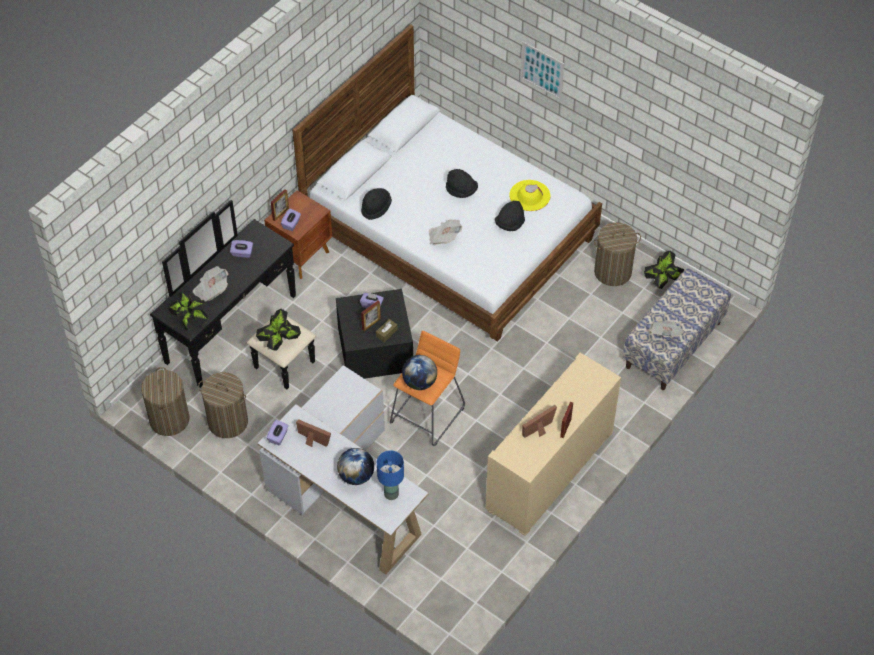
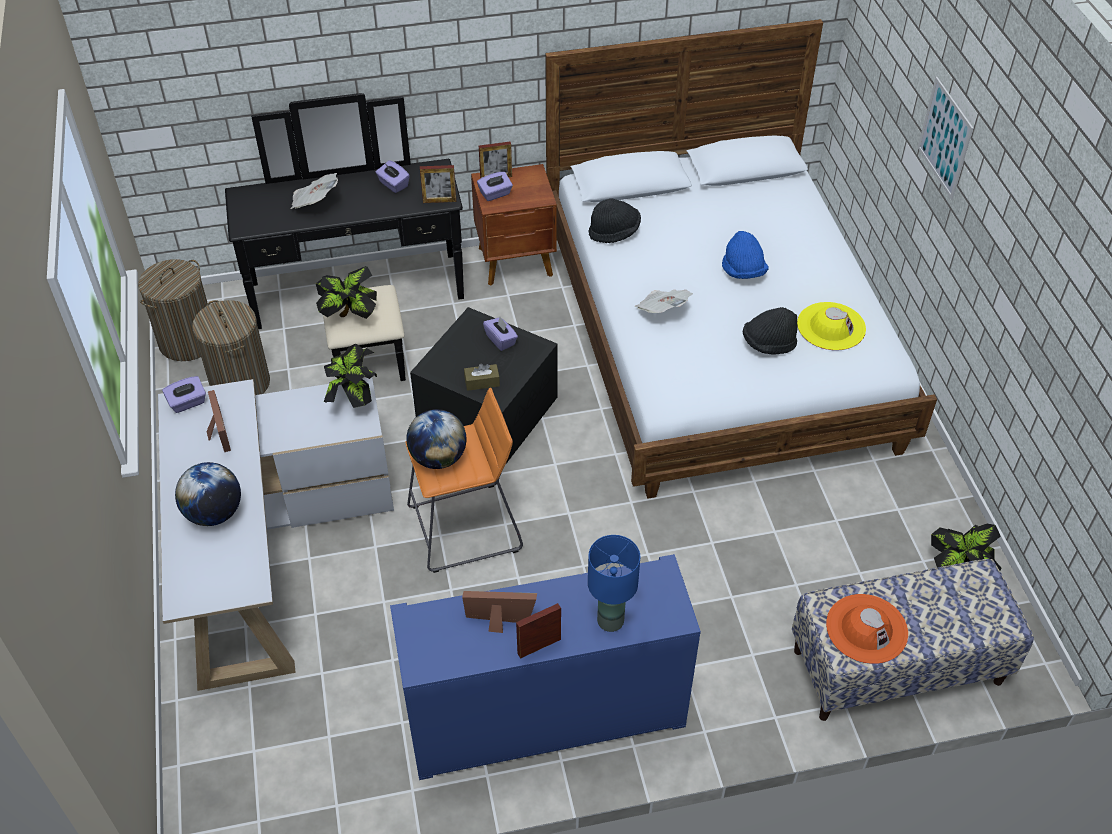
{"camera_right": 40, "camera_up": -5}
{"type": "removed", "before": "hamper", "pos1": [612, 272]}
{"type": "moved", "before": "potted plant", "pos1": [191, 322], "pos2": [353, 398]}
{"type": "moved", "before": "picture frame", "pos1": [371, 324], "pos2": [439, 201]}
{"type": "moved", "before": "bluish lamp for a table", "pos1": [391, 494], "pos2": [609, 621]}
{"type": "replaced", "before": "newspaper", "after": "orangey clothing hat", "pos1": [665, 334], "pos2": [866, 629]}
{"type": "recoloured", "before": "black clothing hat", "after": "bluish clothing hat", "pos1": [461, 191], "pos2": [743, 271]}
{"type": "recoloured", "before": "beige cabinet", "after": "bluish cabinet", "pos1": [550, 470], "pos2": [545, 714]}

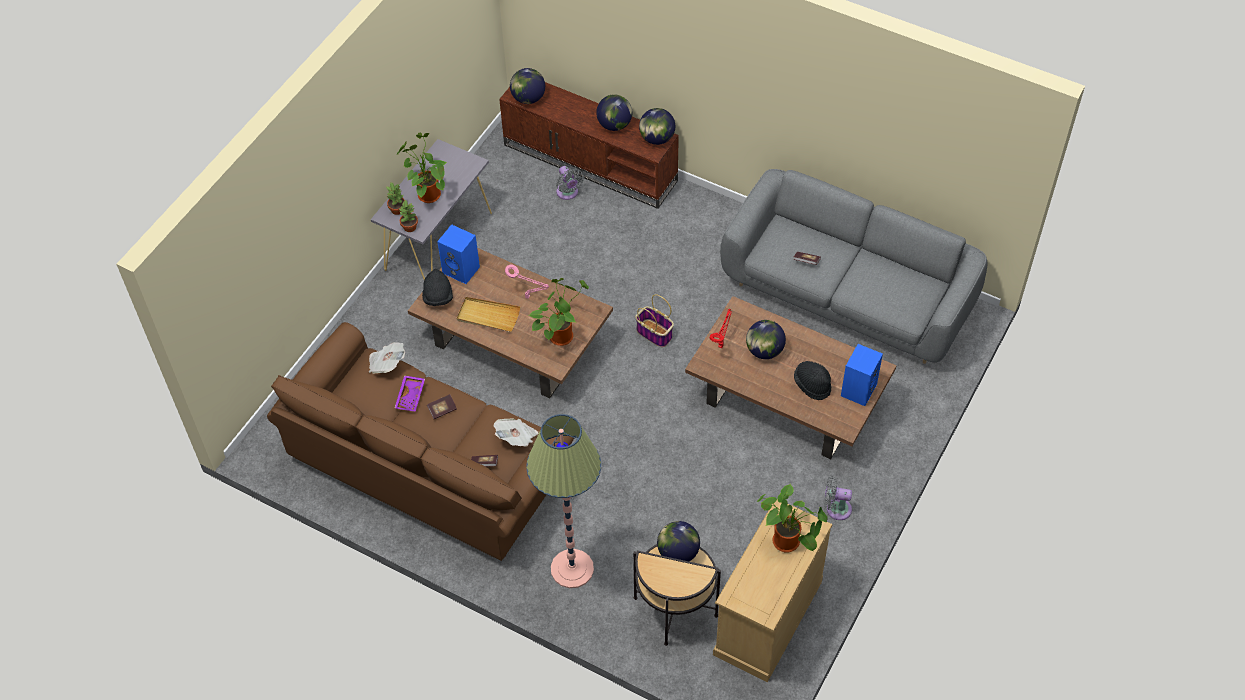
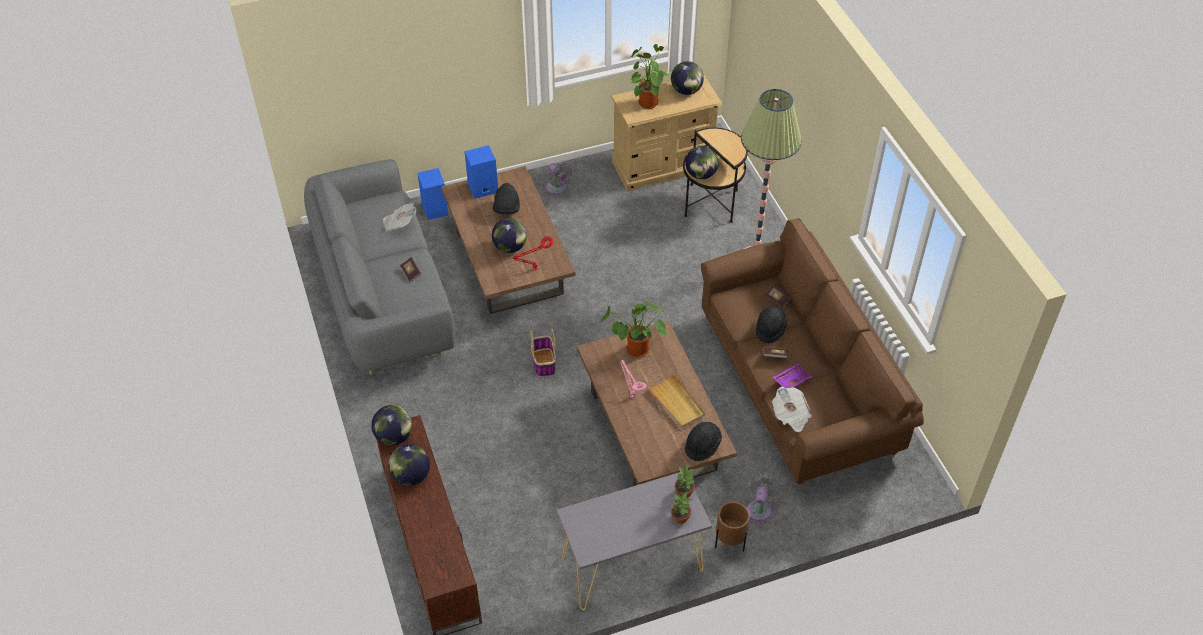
{"camera_right": -140, "camera_up": -5}
{"type": "removed", "before": "potted plant", "pos1": [427, 194]}
{"type": "added", "after": "brown-coloured plant pot", "pos2": [729, 542]}
{"type": "added", "after": "black clothing hat", "pos2": [770, 329]}
{"type": "moved", "before": "bluish speaker", "pos1": [462, 270], "pos2": [434, 209]}
{"type": "moved", "before": "newspaper", "pos1": [517, 438], "pos2": [399, 224]}
{"type": "moved", "before": "world globe", "pos1": [528, 98], "pos2": [686, 91]}
{"type": "moved", "before": "grey electric fan", "pos1": [568, 193], "pos2": [760, 508]}

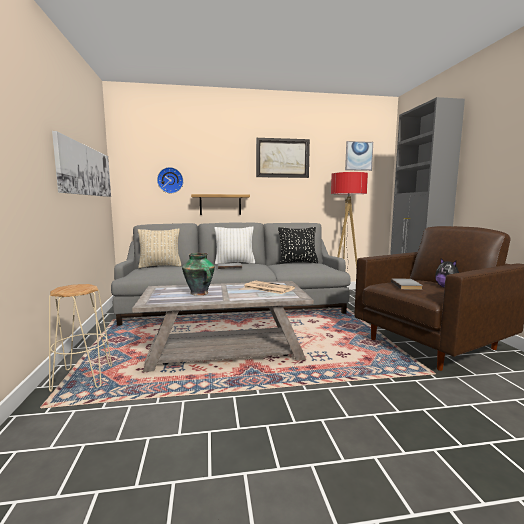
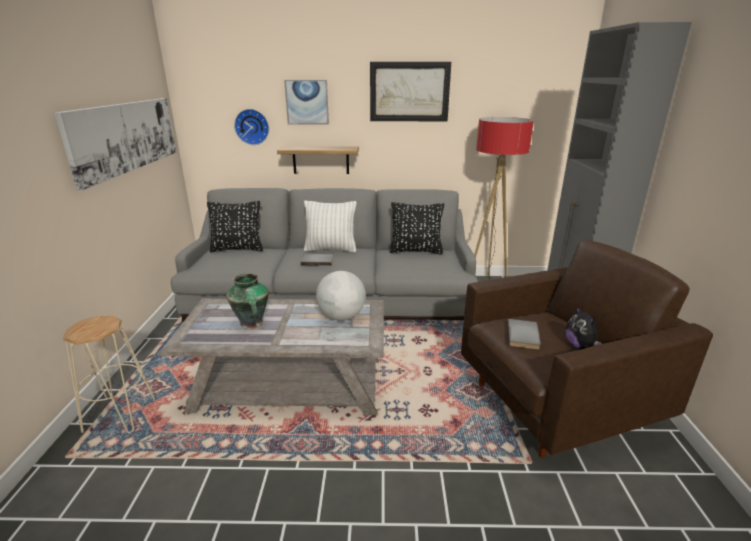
{"camera_right": 10, "camera_up": 15}
{"type": "moved", "before": "wall art", "pos1": [358, 156], "pos2": [307, 102]}
{"type": "replaced", "before": "newspaper", "after": "world globe", "pos1": [267, 288], "pos2": [341, 317]}
{"type": "recoloured", "before": "beige pillow", "after": "black pillow", "pos1": [160, 266], "pos2": [238, 249]}

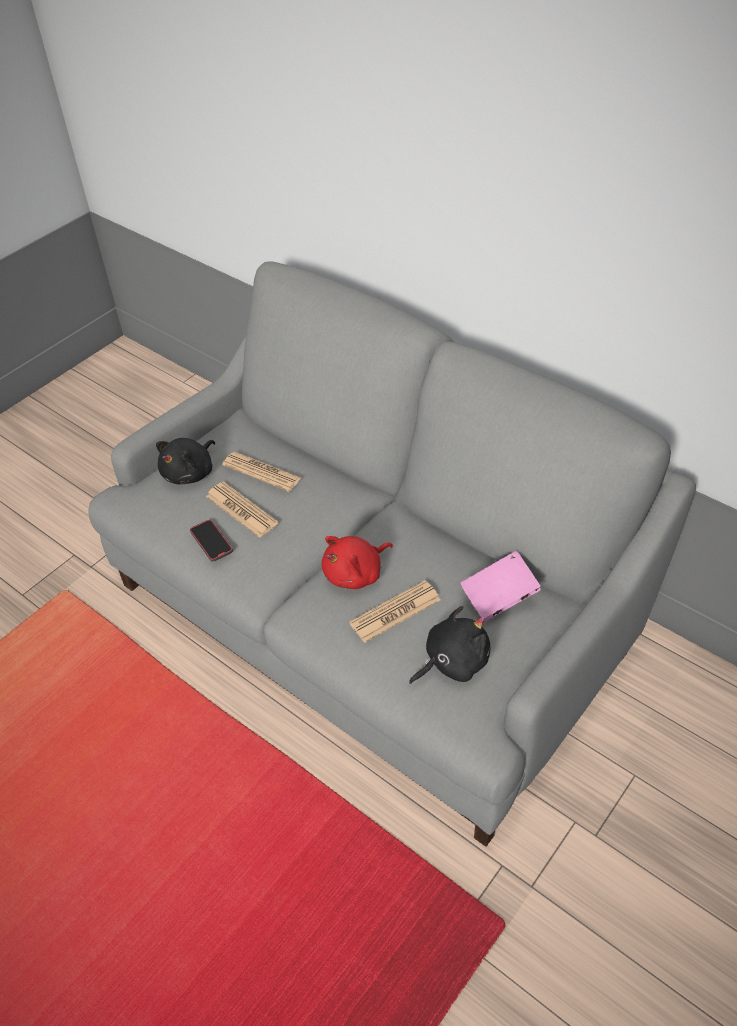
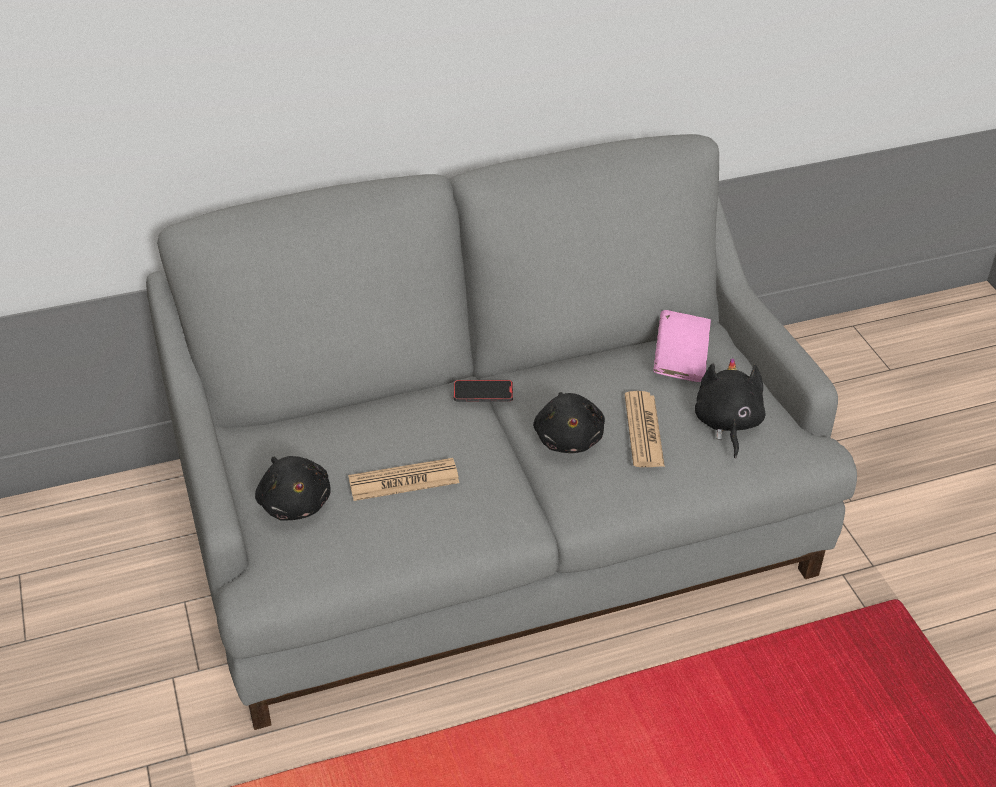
{"camera_right": -60, "camera_up": -5}
{"type": "removed", "before": "newspaper", "pos1": [262, 472]}
{"type": "moved", "before": "phone", "pos1": [211, 542], "pos2": [483, 393]}
{"type": "recoloured", "before": "red cuddly toy", "after": "black cuddly toy", "pos1": [356, 573], "pos2": [568, 438]}

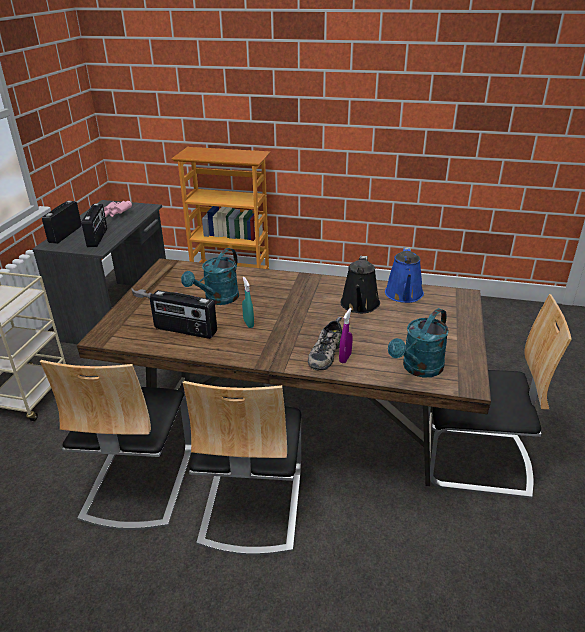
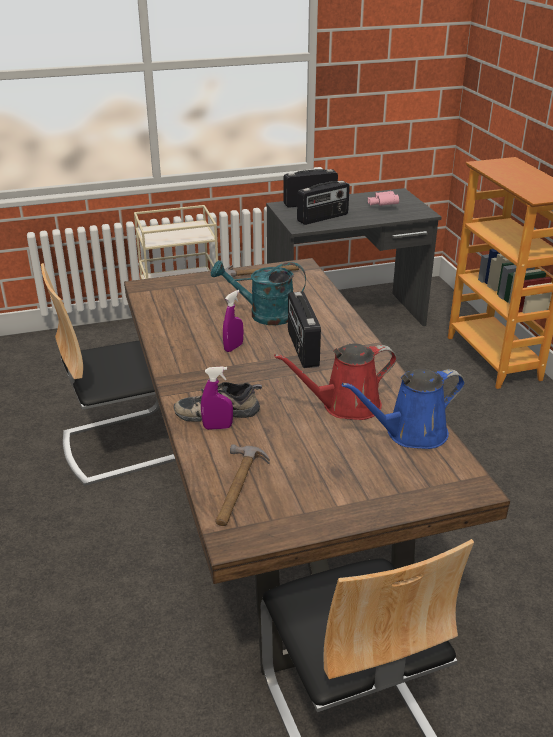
{"camera_right": 60, "camera_up": 0}
{"type": "removed", "before": "plain chair", "pos1": [251, 504]}
{"type": "moved", "before": "radio set", "pos1": [185, 330], "pos2": [302, 348]}
{"type": "replaced", "before": "turquoise-coloured watering pot", "after": "hand hammer", "pos1": [418, 369], "pos2": [238, 487]}
{"type": "recoloured", "before": "turquoise-coloured sprayer", "after": "purplish sprayer", "pos1": [248, 323], "pos2": [233, 347]}
{"type": "recoloured", "before": "black watering pot", "after": "red watering pot", "pos1": [359, 305], "pos2": [345, 406]}

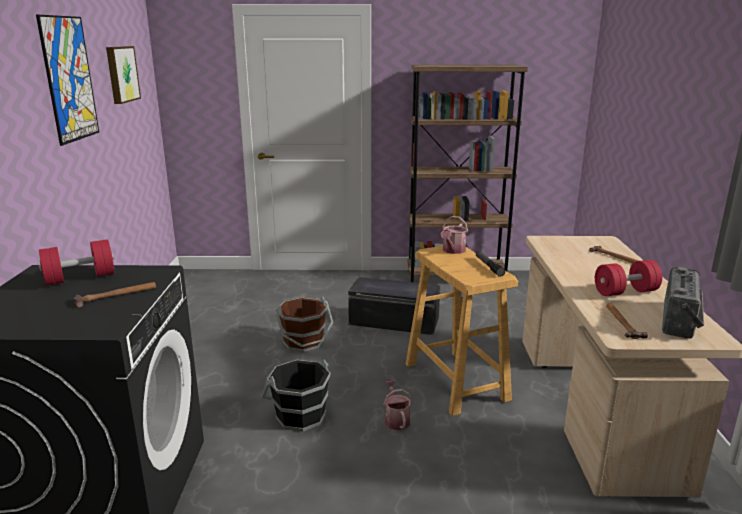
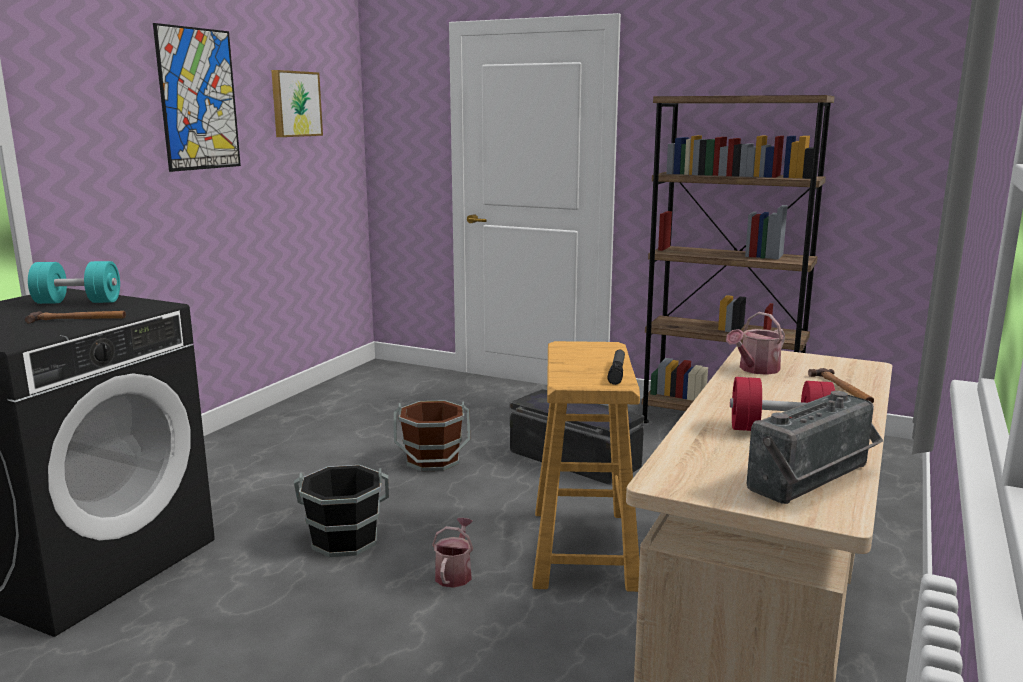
{"camera_right": 25, "camera_up": -5}
{"type": "removed", "before": "hand hammer", "pos1": [622, 322]}
{"type": "moved", "before": "watering pot", "pos1": [452, 251], "pos2": [755, 369]}
{"type": "recoloured", "before": "red dumbbell", "after": "turquoise-coloured dumbbell", "pos1": [80, 278], "pos2": [78, 302]}

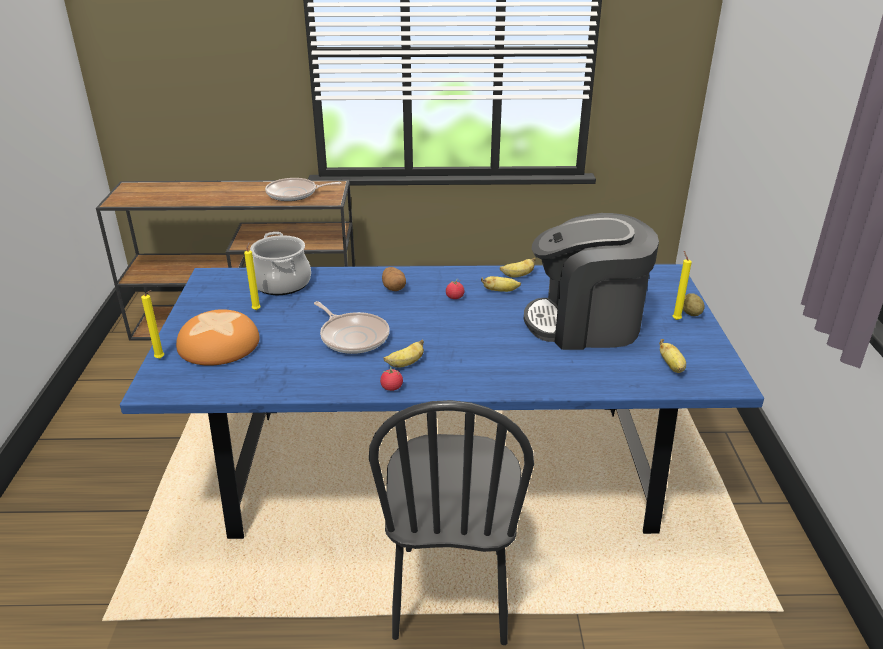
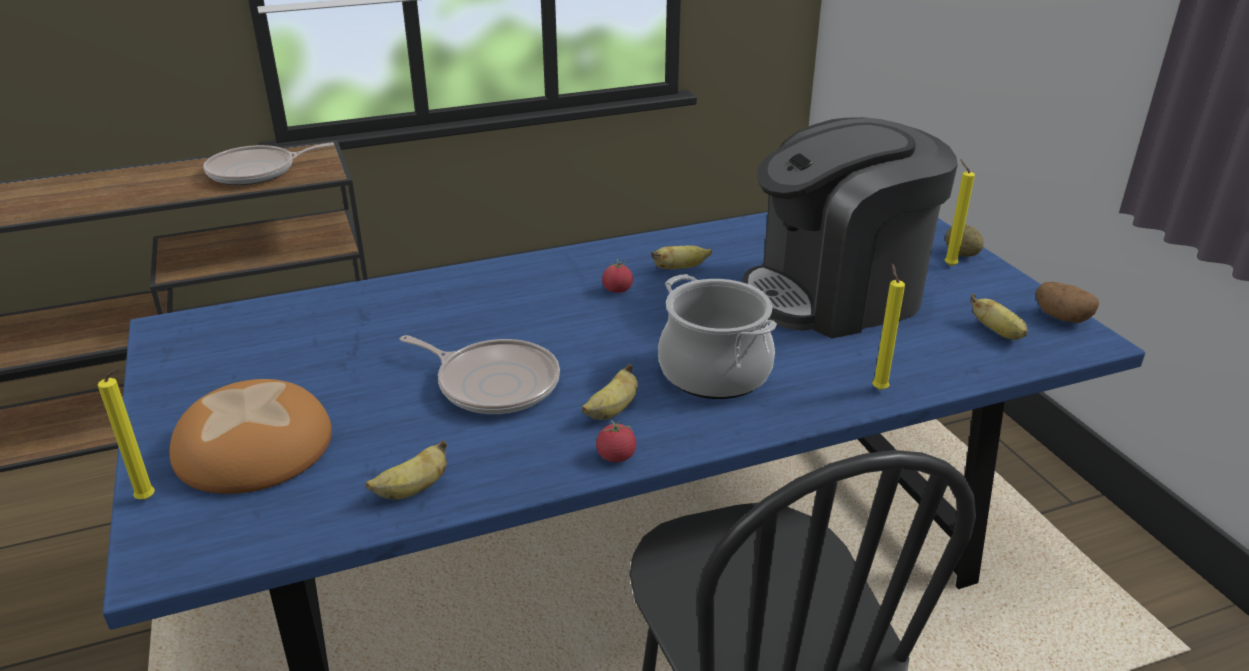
{"camera_right": -20, "camera_up": 0}
{"type": "moved", "before": "yellow candle", "pos1": [257, 309], "pos2": [878, 388]}
{"type": "moved", "before": "saucepot", "pos1": [281, 283], "pos2": [714, 372]}
{"type": "moved", "before": "spud", "pos1": [394, 288], "pos2": [1061, 317]}
{"type": "moved", "before": "whole banana", "pos1": [517, 276], "pos2": [412, 490]}

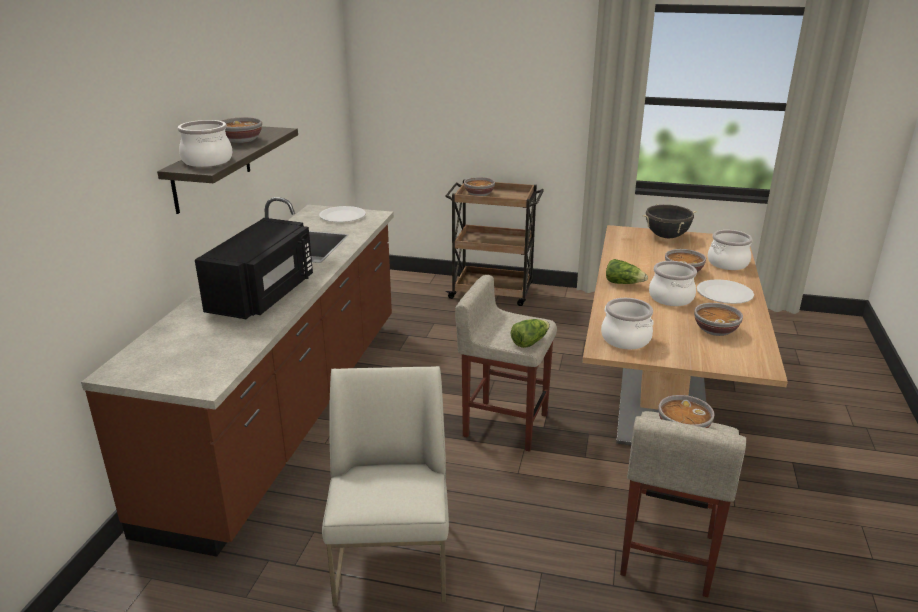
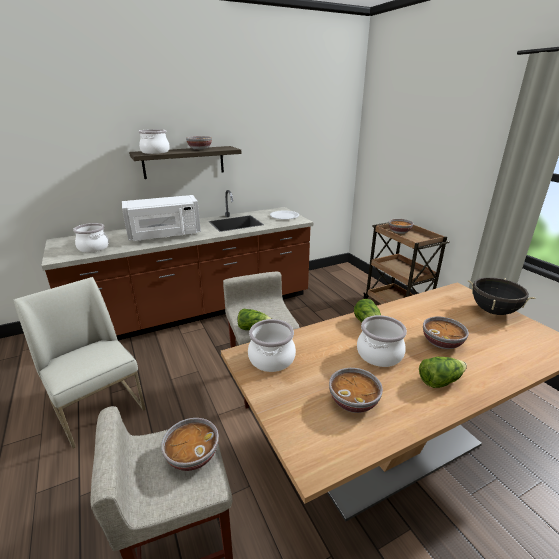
{"camera_right": 50, "camera_up": 0}
{"type": "moved", "before": "saucepot", "pos1": [728, 263], "pos2": [93, 248]}
{"type": "replaced", "before": "white-coloured plate", "after": "lettuce", "pos1": [724, 293], "pos2": [439, 380]}
{"type": "recoloured", "before": "black microwave", "after": "white-coloured microwave", "pos1": [264, 295], "pos2": [165, 235]}
{"type": "turned", "before": "white-coloured plain chair", "pos1": [392, 560], "pos2": [99, 406], "turn": -90}

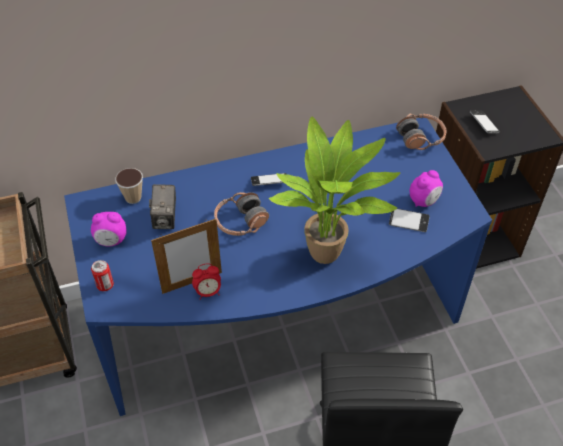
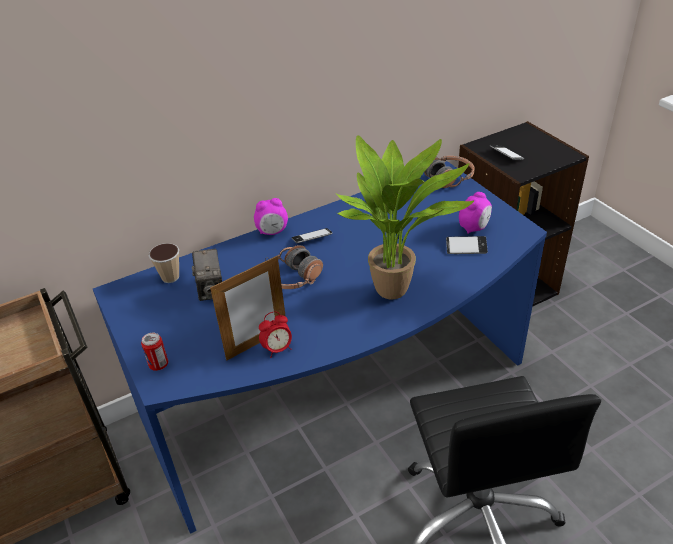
{"camera_right": -10, "camera_up": -10}
{"type": "moved", "before": "table clock", "pos1": [111, 241], "pos2": [272, 232]}

